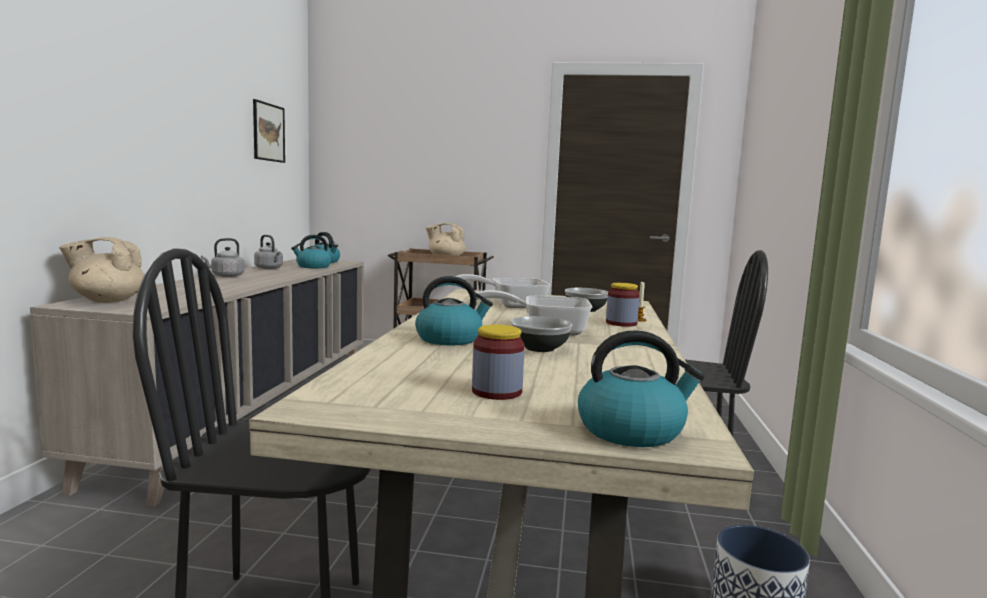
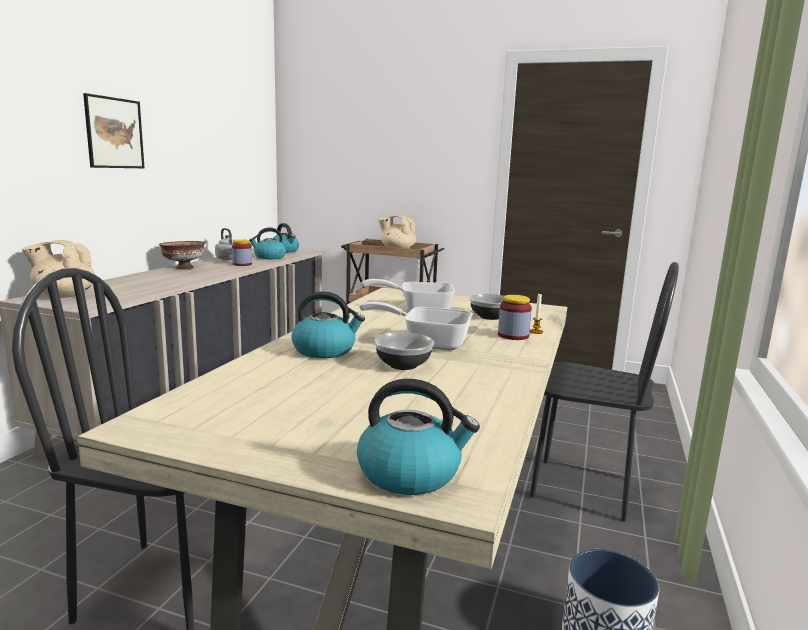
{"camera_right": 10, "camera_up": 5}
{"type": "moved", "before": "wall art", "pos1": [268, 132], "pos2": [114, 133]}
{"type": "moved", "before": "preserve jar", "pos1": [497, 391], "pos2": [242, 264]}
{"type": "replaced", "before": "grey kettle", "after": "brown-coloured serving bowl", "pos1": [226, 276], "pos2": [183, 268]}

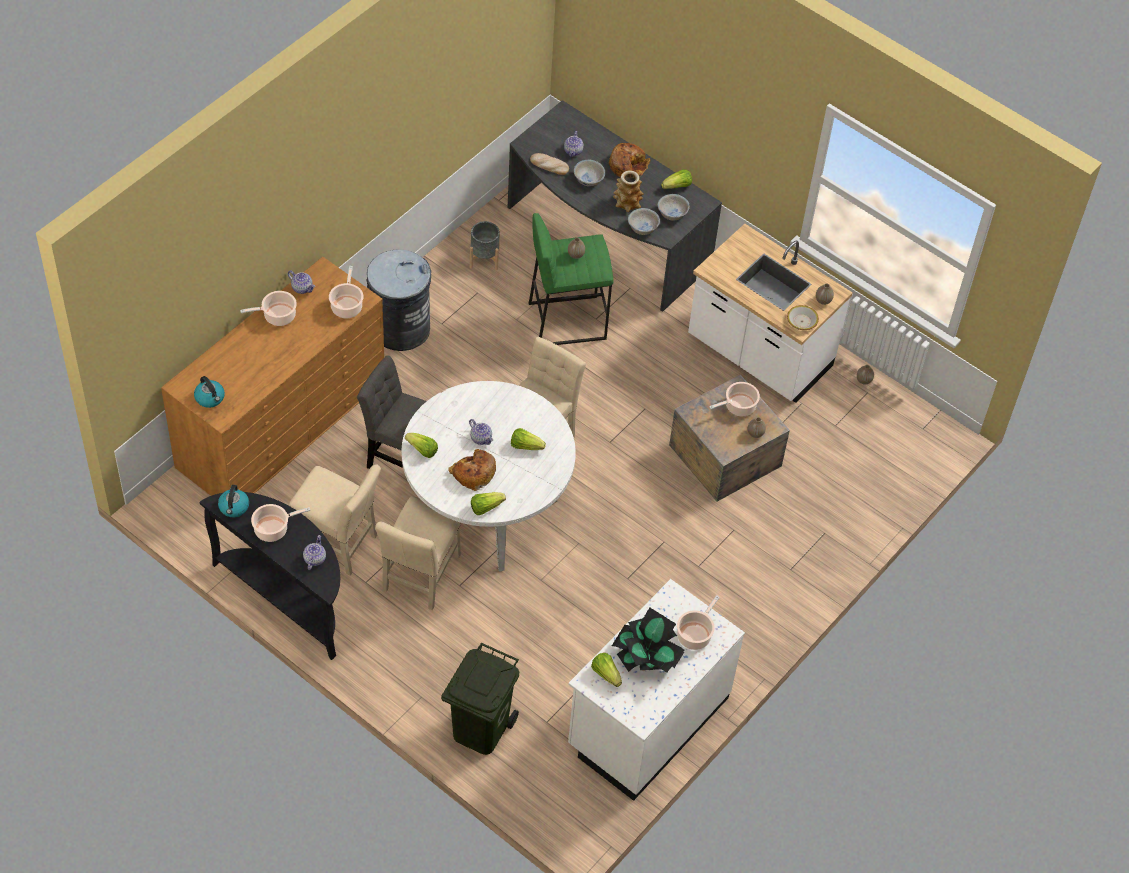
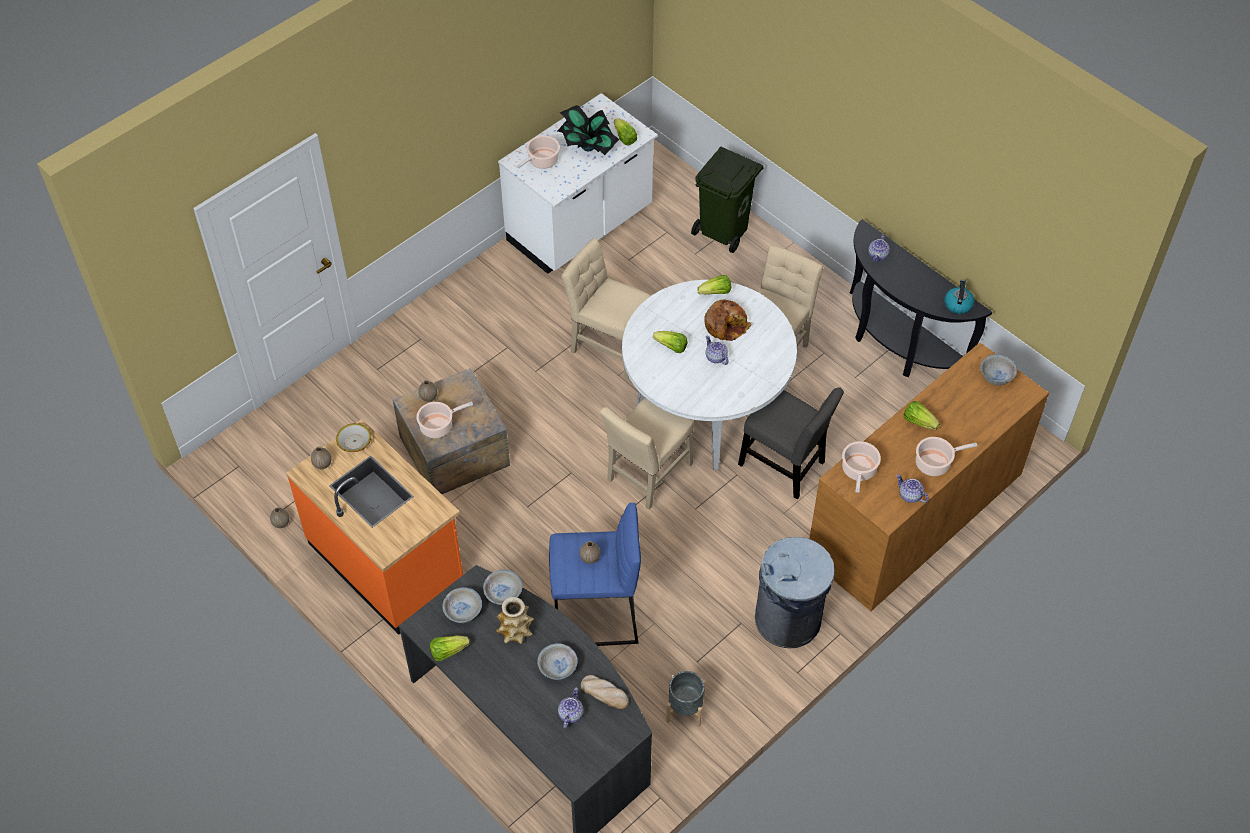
{"camera_right": -170, "camera_up": 0}
{"type": "removed", "before": "saucepot", "pos1": [273, 529]}
{"type": "removed", "before": "baked bread", "pos1": [627, 165]}
{"type": "moved", "before": "beige plain chair", "pos1": [337, 543], "pos2": [608, 347]}
{"type": "moved", "before": "lettuce", "pos1": [422, 450], "pos2": [919, 421]}
{"type": "replaced", "before": "kettle", "after": "white-coloured serving bowl", "pos1": [210, 398], "pos2": [996, 377]}
{"type": "recoloured", "before": "greenish stool", "after": "bluish stool", "pos1": [567, 320], "pos2": [596, 618]}
{"type": "recoloured", "before": "white-coloured kitchen counter", "after": "orangey kitchen counter", "pos1": [758, 354], "pos2": [387, 561]}

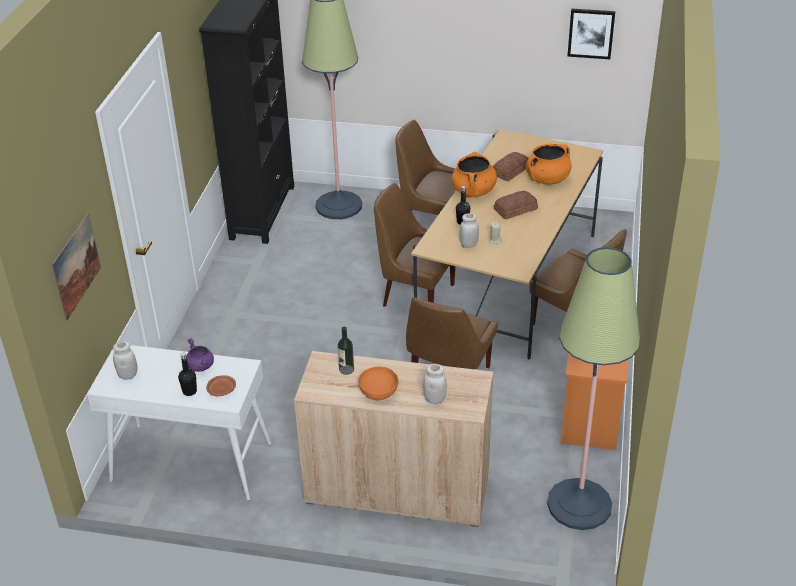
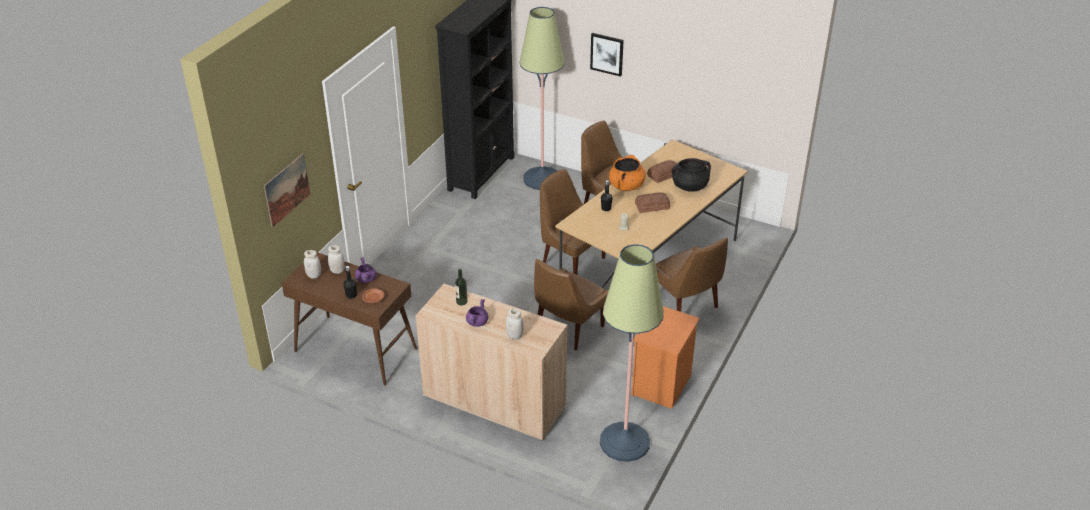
{"camera_right": 15, "camera_up": 0}
{"type": "moved", "before": "white-coloured preserve jar", "pos1": [468, 245], "pos2": [337, 271]}
{"type": "moved", "before": "wall art", "pos1": [591, 33], "pos2": [607, 54]}
{"type": "replaced", "before": "orangey serving bowl", "after": "purplish saucepot", "pos1": [378, 392], "pos2": [477, 322]}
{"type": "recoloured", "before": "white-coloured console table", "after": "brown-coloured console table", "pos1": [190, 462], "pos2": [355, 350]}
{"type": "recoloured", "before": "orangey saucepot", "after": "black saucepot", "pos1": [547, 179], "pos2": [689, 187]}

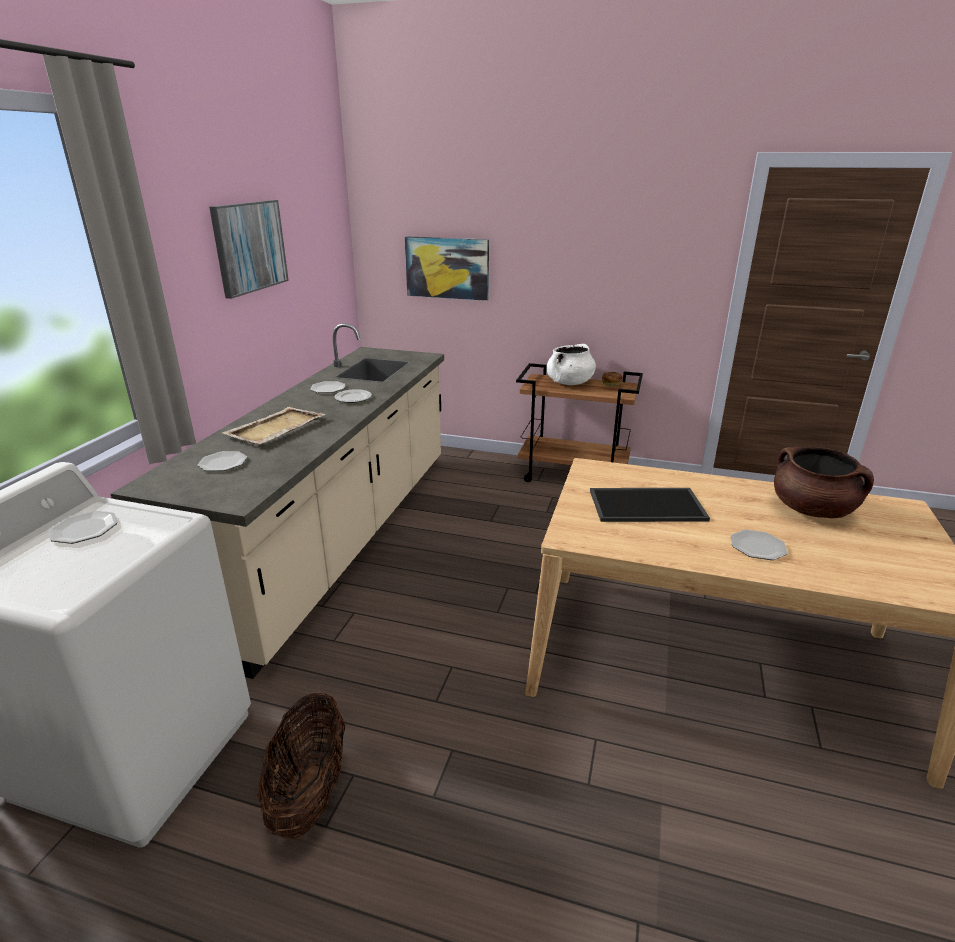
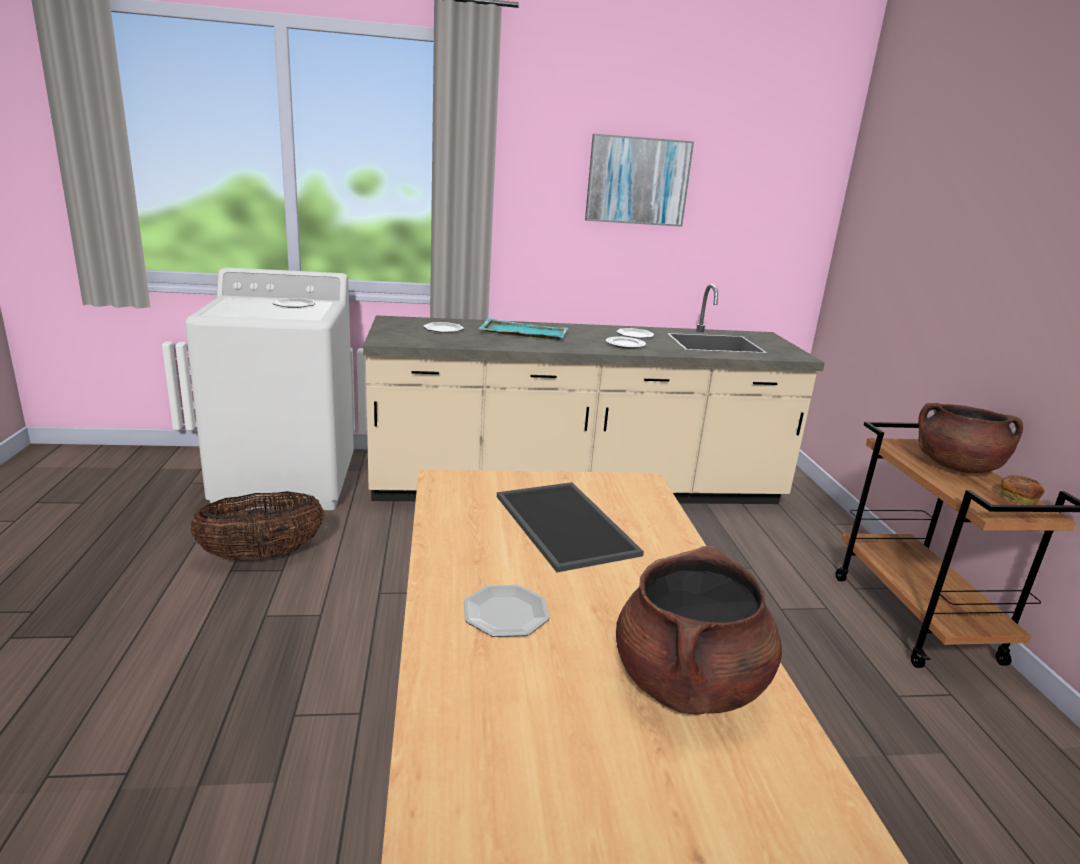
{"camera_right": 65, "camera_up": -5}
{"type": "removed", "before": "wall art", "pos1": [447, 268]}
{"type": "recoloured", "before": "beige serving tray", "after": "turquoise-coloured serving tray", "pos1": [275, 428], "pos2": [523, 332]}
{"type": "recoloured", "before": "white-coloured saucepot", "after": "brown-coloured saucepot", "pos1": [569, 383], "pos2": [956, 467]}

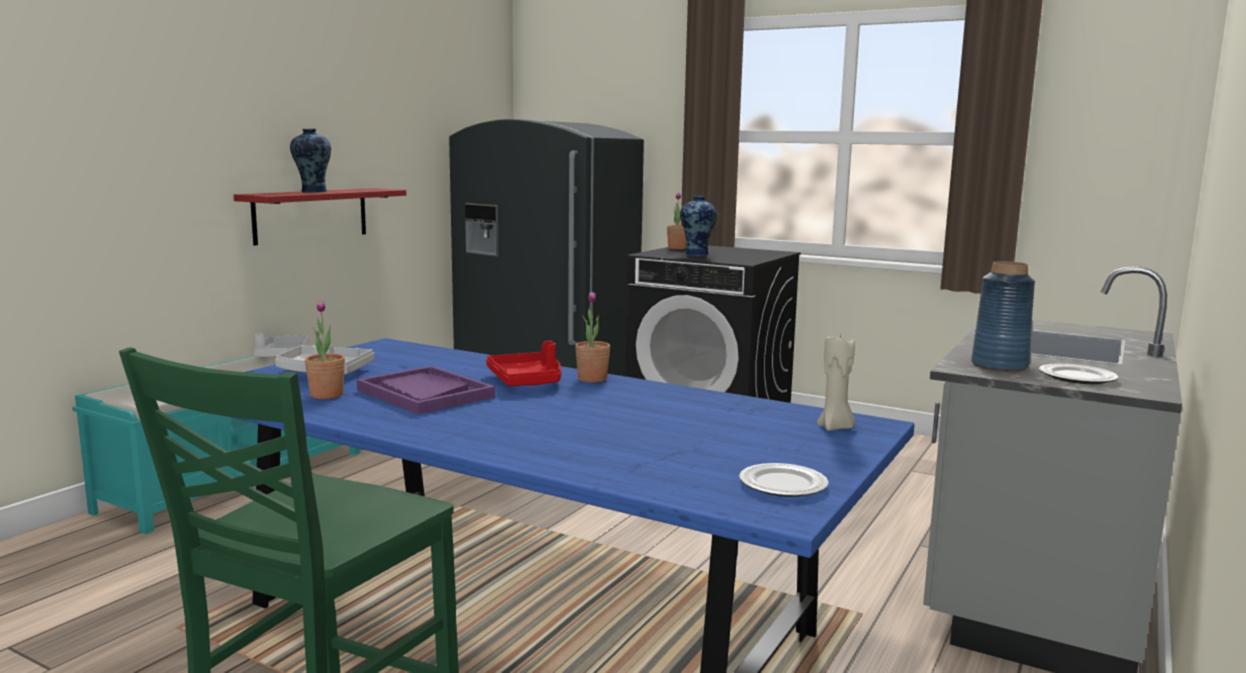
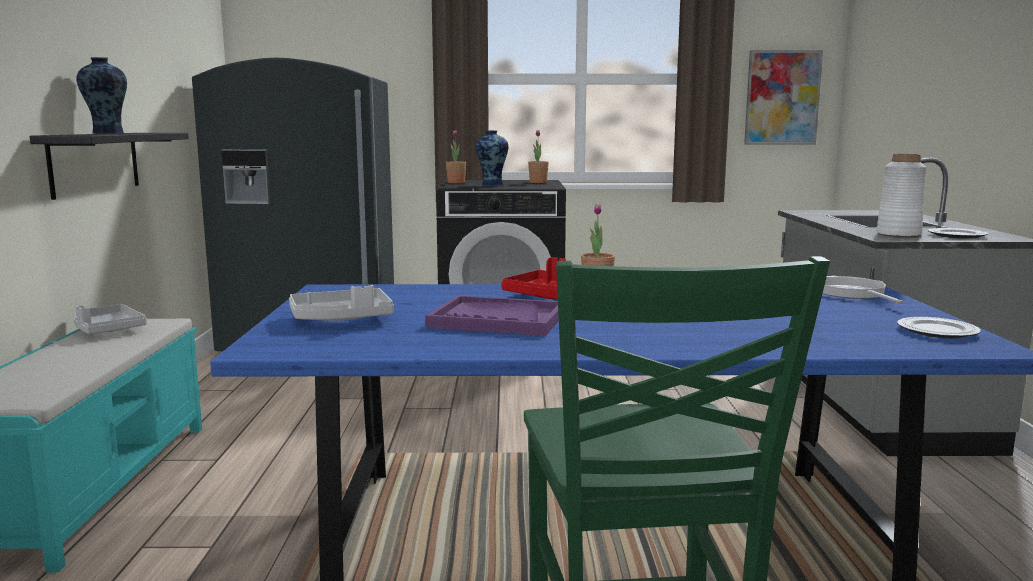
{"camera_right": -30, "camera_up": 0}
{"type": "added", "after": "wall art", "pos2": [782, 97]}
{"type": "moved", "before": "potted plant", "pos1": [326, 395], "pos2": [538, 182]}
{"type": "replaced", "before": "beige candle", "after": "pan", "pos1": [835, 428], "pos2": [852, 293]}
{"type": "recoloured", "before": "red shelf", "after": "black shelf", "pos1": [311, 215], "pos2": [95, 163]}
{"type": "recoloured", "before": "bluish flower vase", "after": "white-coloured flower vase", "pos1": [998, 366], "pos2": [898, 235]}

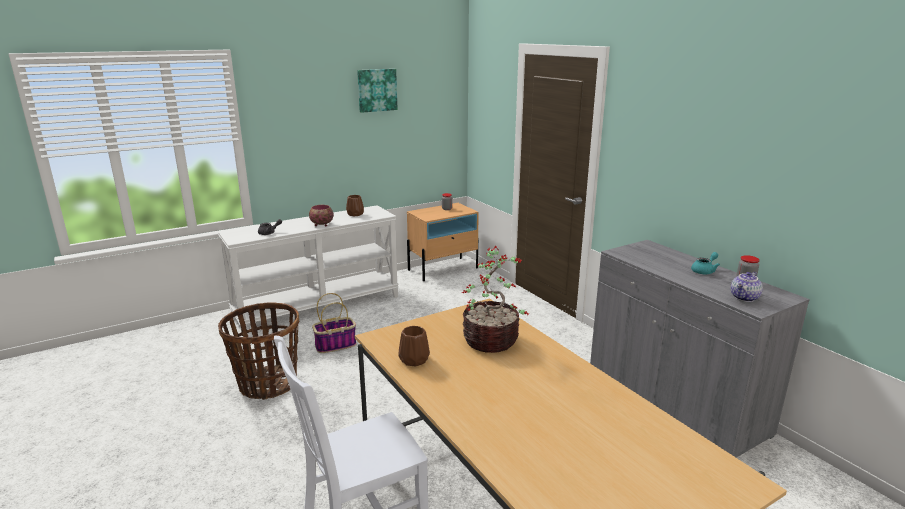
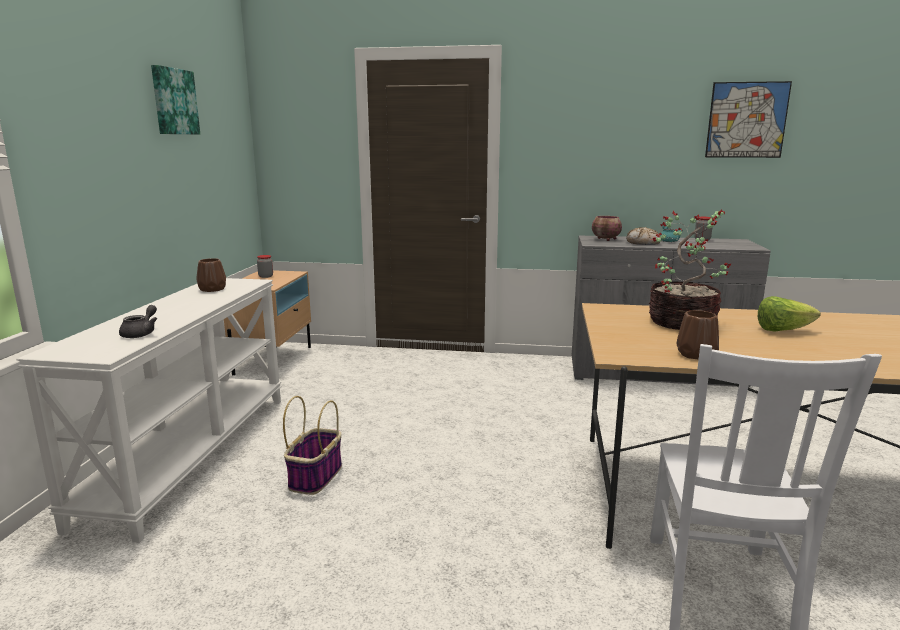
{"camera_right": -50, "camera_up": -5}
{"type": "removed", "before": "storage basket", "pos1": [267, 384]}
{"type": "removed", "before": "teapot", "pos1": [745, 298]}
{"type": "added", "after": "baked bread", "pos2": [643, 243]}
{"type": "added", "after": "wall art", "pos2": [747, 120]}
{"type": "added", "after": "lettuce", "pos2": [782, 330]}
{"type": "moved", "before": "serving bowl", "pos1": [321, 225], "pos2": [606, 239]}

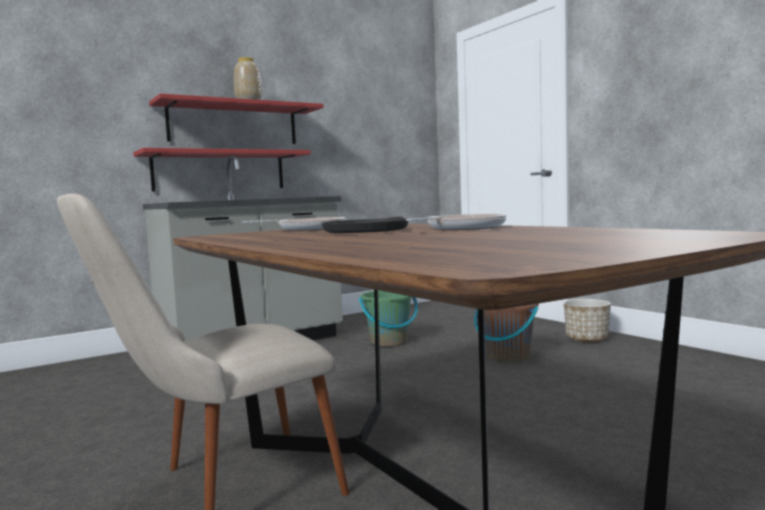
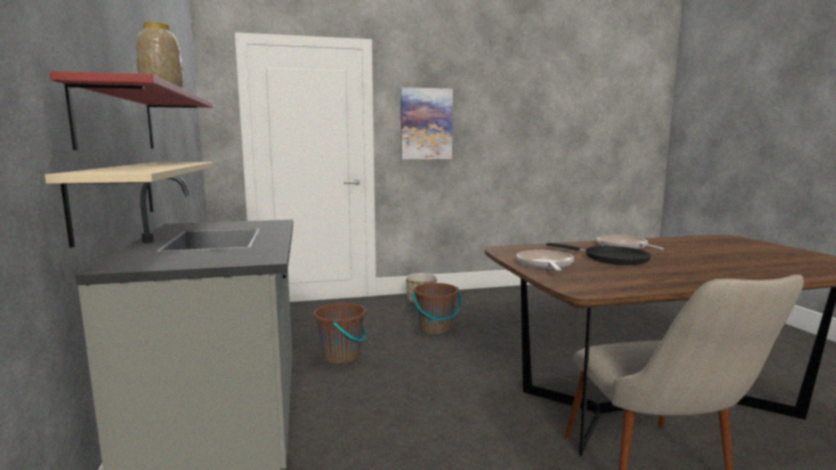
{"camera_right": -70, "camera_up": 5}
{"type": "added", "after": "wall art", "pos2": [426, 124]}
{"type": "recoloured", "before": "red shelf", "after": "beige shelf", "pos1": [220, 171], "pos2": [115, 196]}
{"type": "recoloured", "before": "greenish pail", "after": "brown-coloured pail", "pos1": [389, 342], "pos2": [341, 356]}

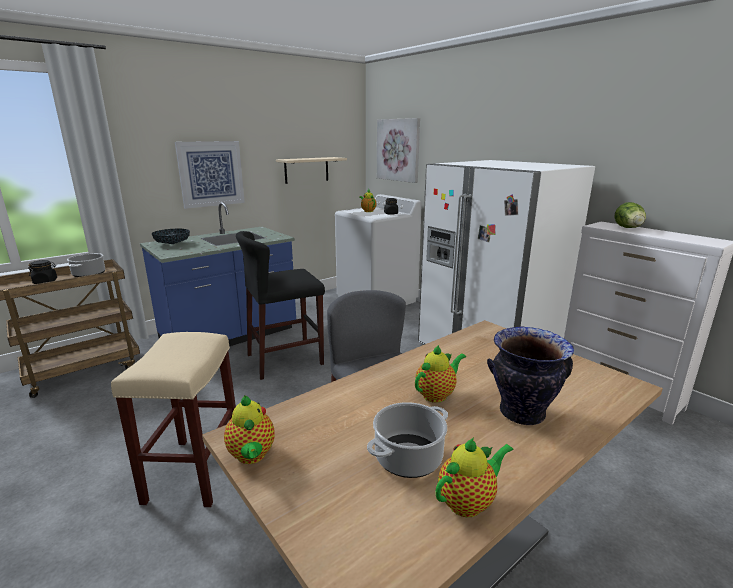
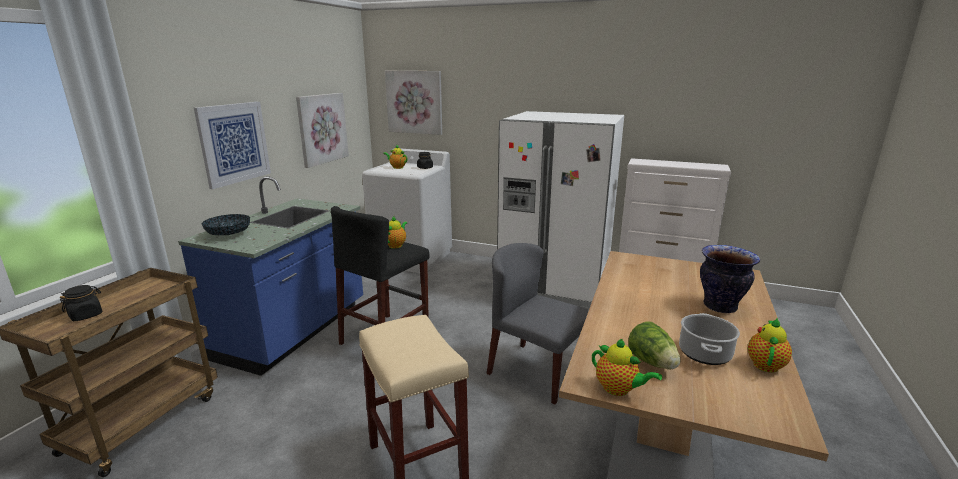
{"camera_right": -30, "camera_up": 0}
{"type": "removed", "before": "saucepot", "pos1": [89, 274]}
{"type": "moved", "before": "teapot", "pos1": [437, 394], "pos2": [396, 245]}
{"type": "moved", "before": "lettuce", "pos1": [629, 228], "pos2": [652, 362]}
{"type": "replaced", "before": "beige shelf", "after": "wall art", "pos1": [306, 170], "pos2": [322, 128]}

